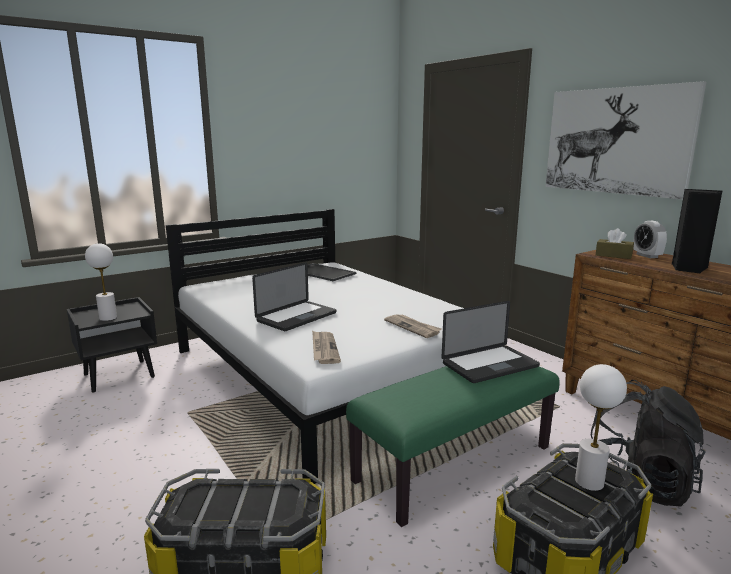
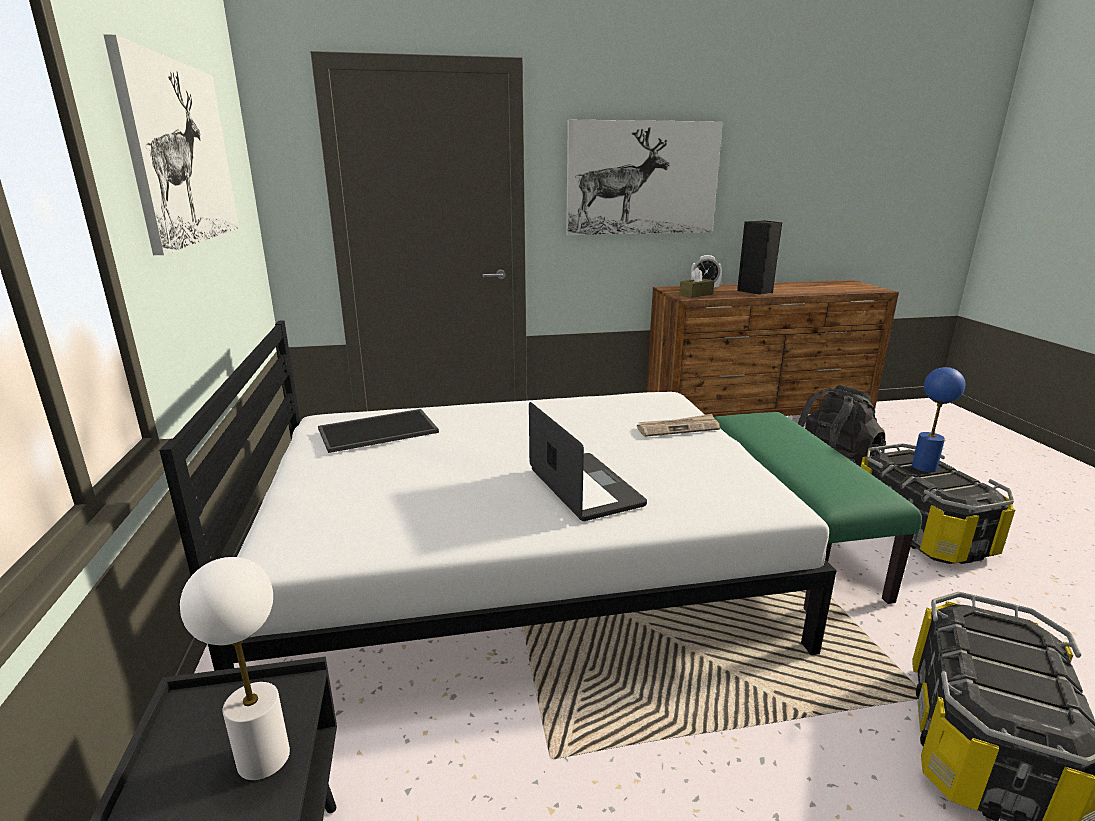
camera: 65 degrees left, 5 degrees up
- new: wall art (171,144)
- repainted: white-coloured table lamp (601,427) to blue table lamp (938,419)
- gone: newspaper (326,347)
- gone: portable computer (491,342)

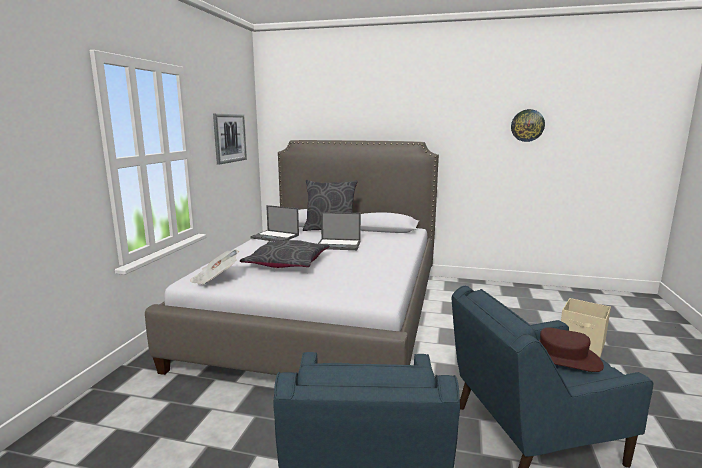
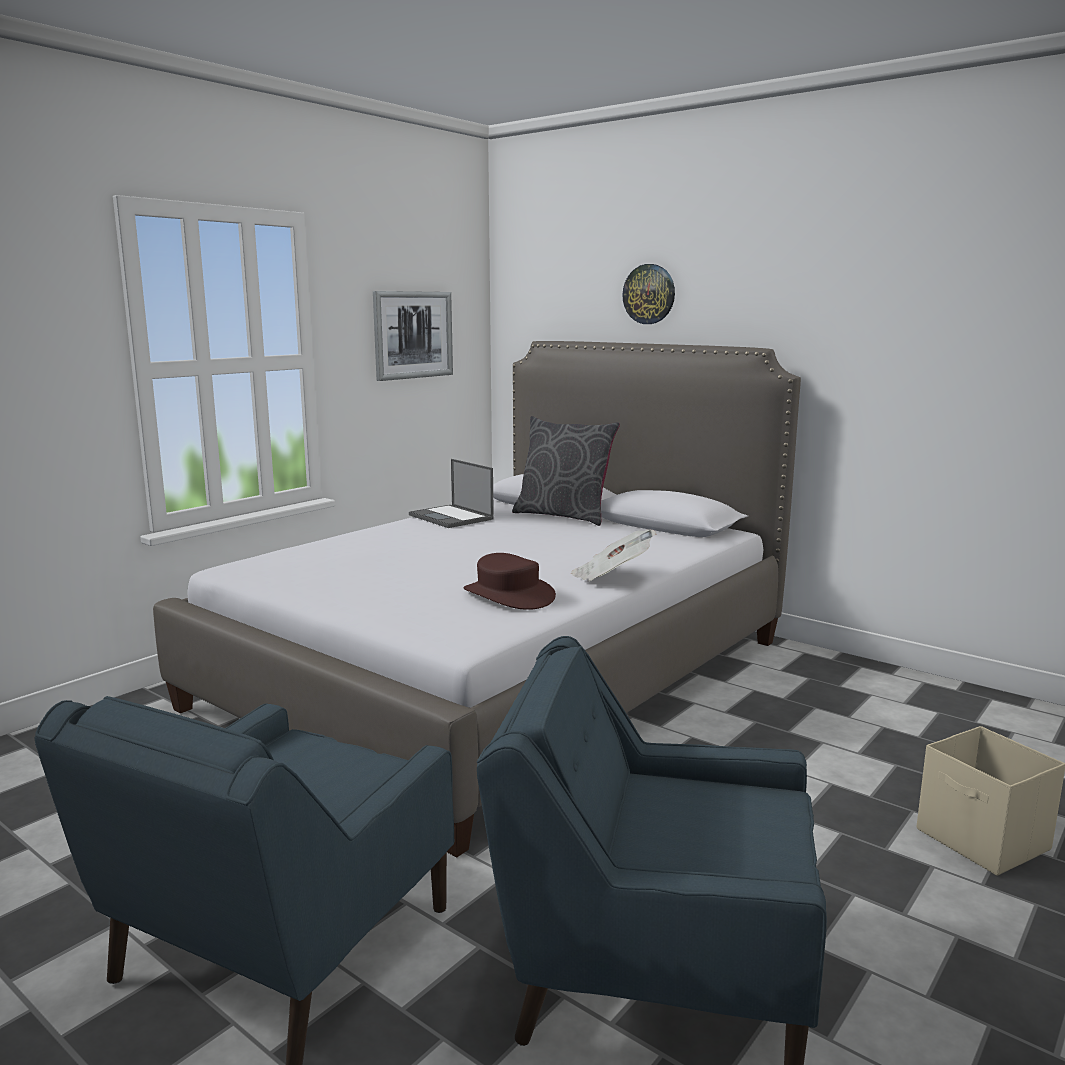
camera: 25 degrees right, 0 degrees up
- shifted: brown-coloured clothing hat (571,350) to (510,581)
- shifted: newspaper (214,267) to (613,555)
- shifted: clock on the wall (528,125) to (648,294)
- gone: grey cushion (284,254)
- gone: portable computer (339,231)

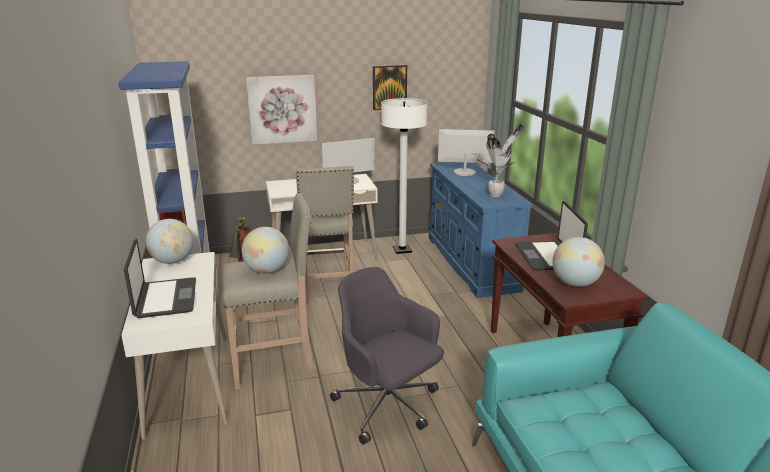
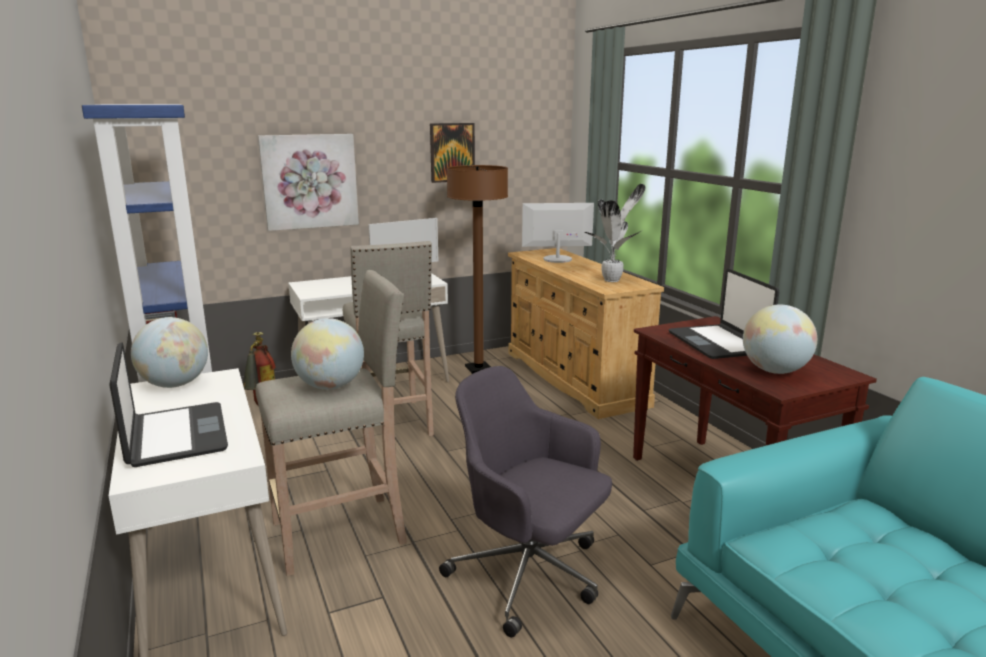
camera: 10 degrees left, 5 degrees down
- repainted: white-coloured floor lamp (404,176) to brown-coloured floor lamp (477,269)
- repainted: blue drawer chest (481,230) to beige drawer chest (586,333)

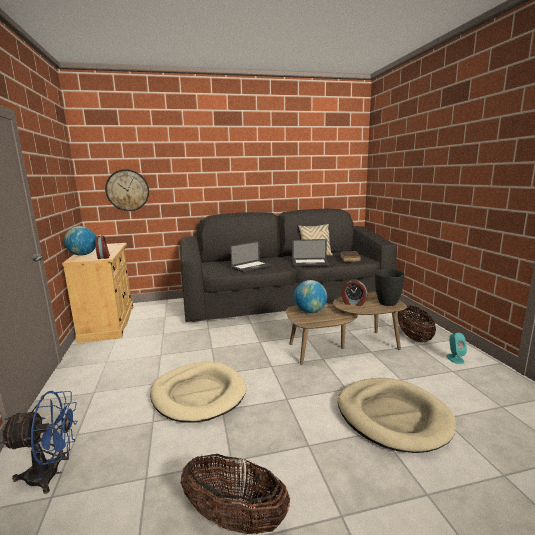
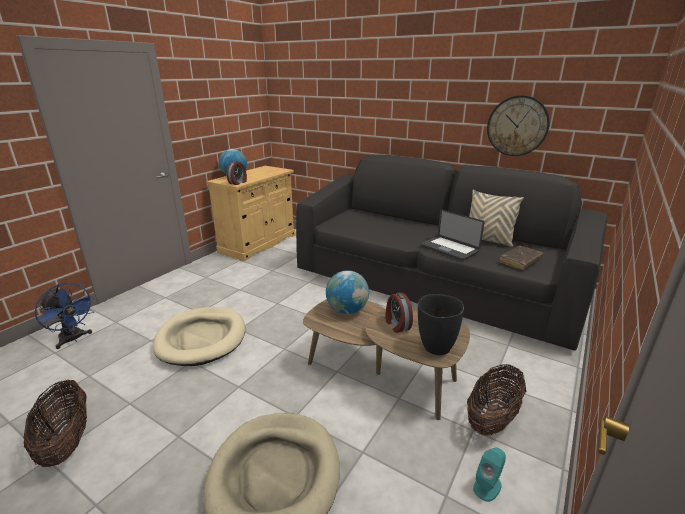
camera: 45 degrees right, 10 degrees up
- shifted: clock on the wall (127,190) to (518,125)
- gone: portable computer (251,257)

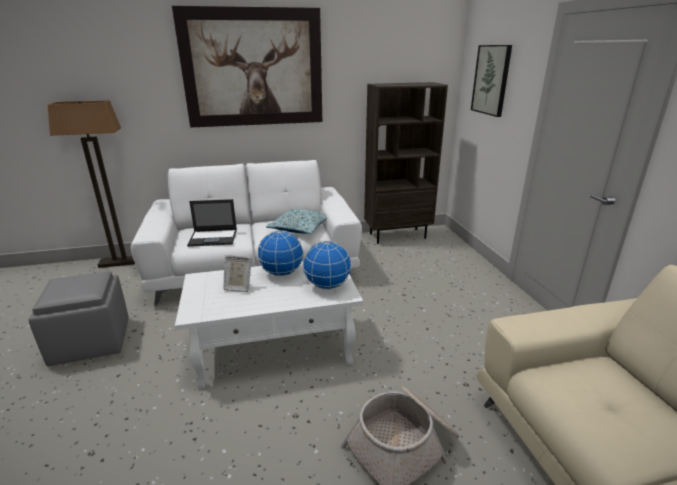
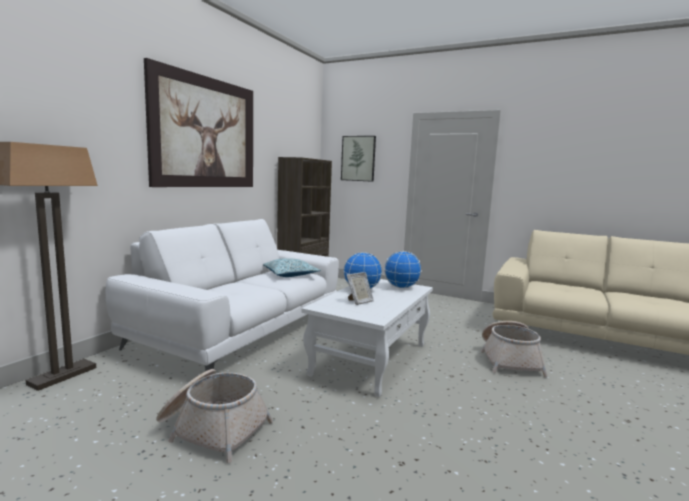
camera: 50 degrees left, 15 degrees down
- swapped: grey ottoman (78,319) to household basket (214,416)
- gone: portable computer (212,223)

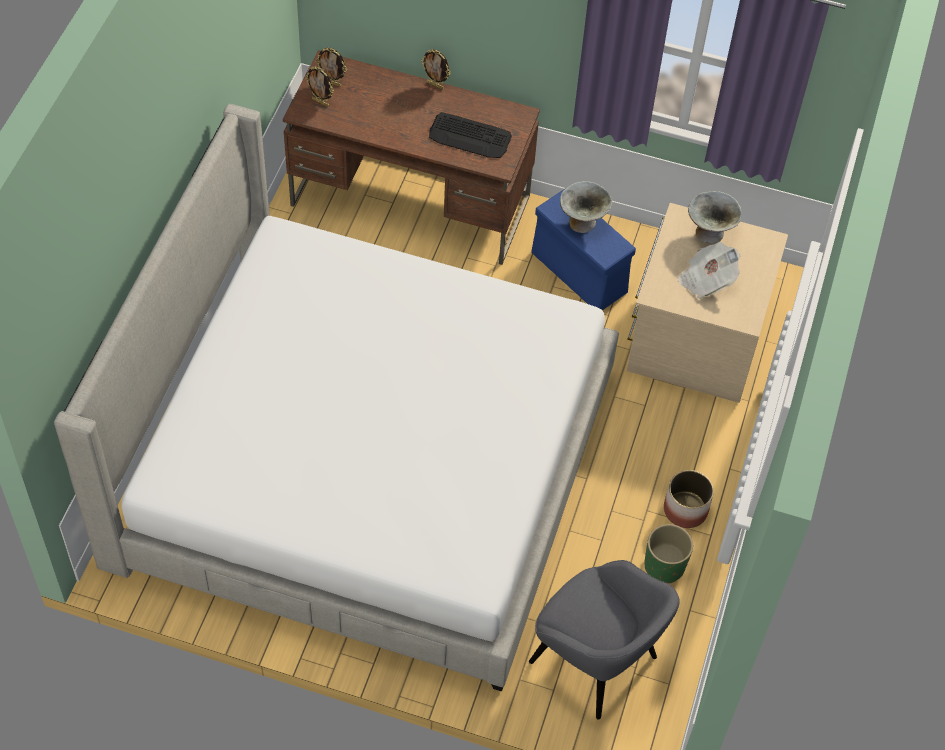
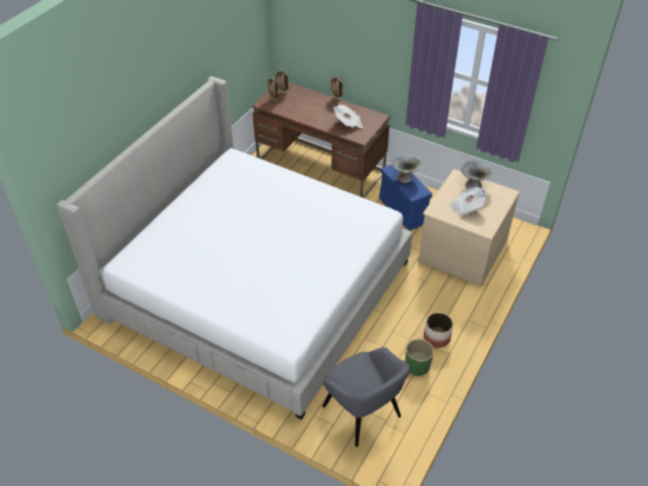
camera: 15 degrees right, 10 degrees down
- swapped: PC keyboard (470,135) to newspaper (348,116)

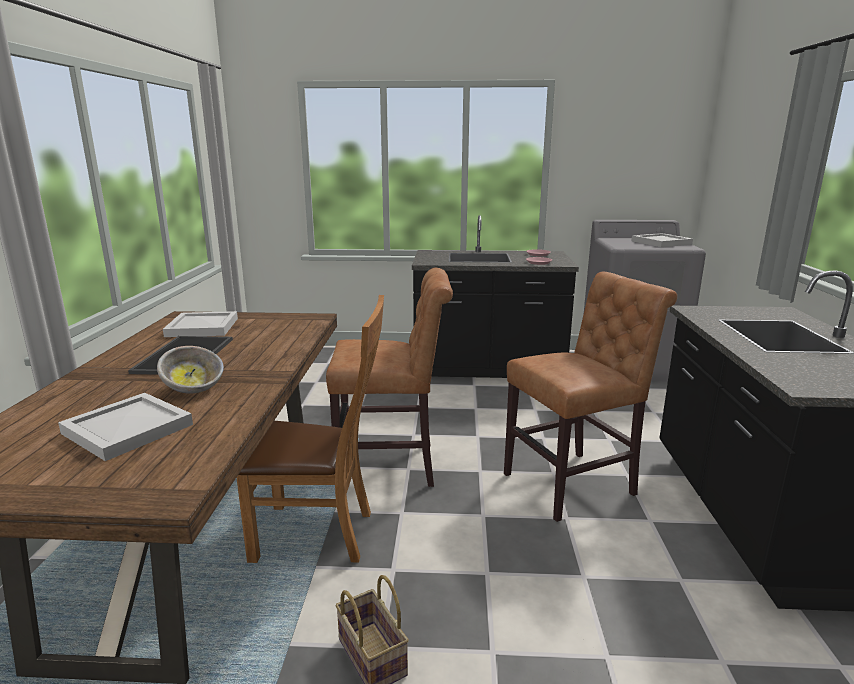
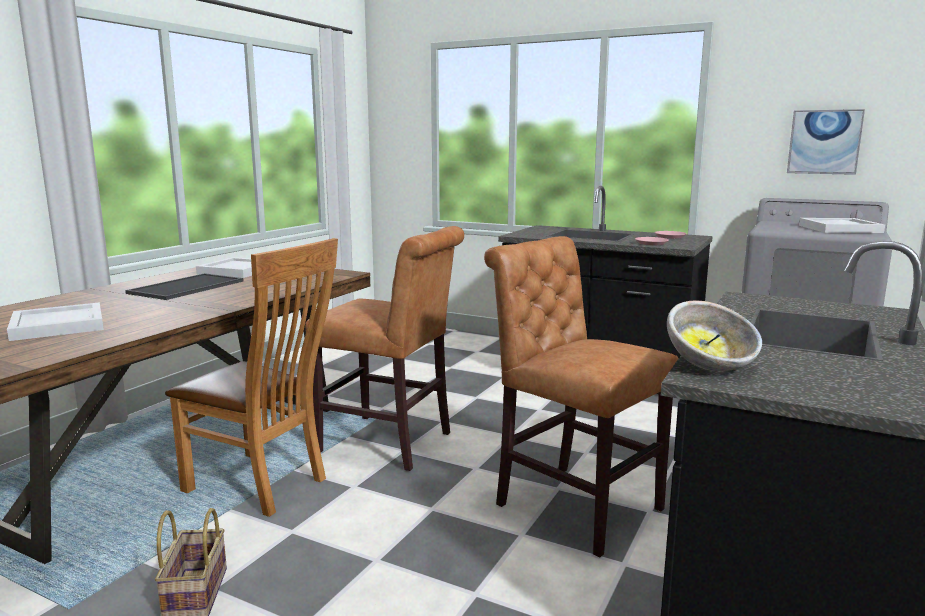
camera: 25 degrees right, 5 degrees down
- rotated: brown-coloured upright chair (590,397) = (581,396) 135 degrees counterclockwise
- shifted: serving bowl (190,370) to (714,336)
- new: wall art (826,142)

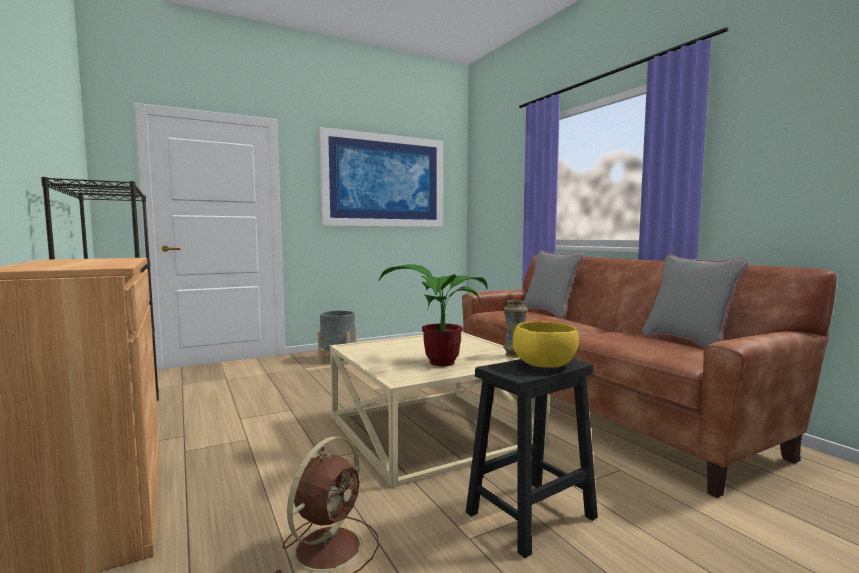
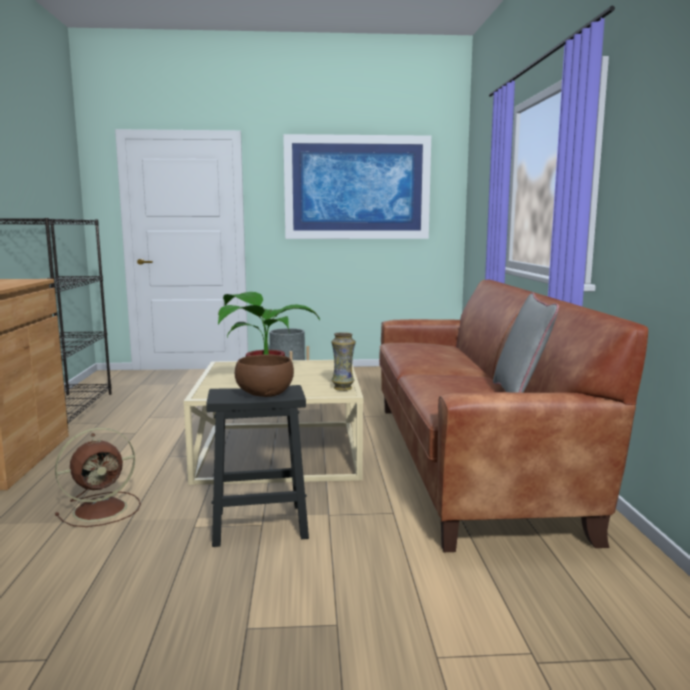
camera: 25 degrees right, 5 degrees up
- repainted: yellow-coloured serving bowl (545,344) to brown-coloured serving bowl (264,376)
- gone: grey cushion (554,284)

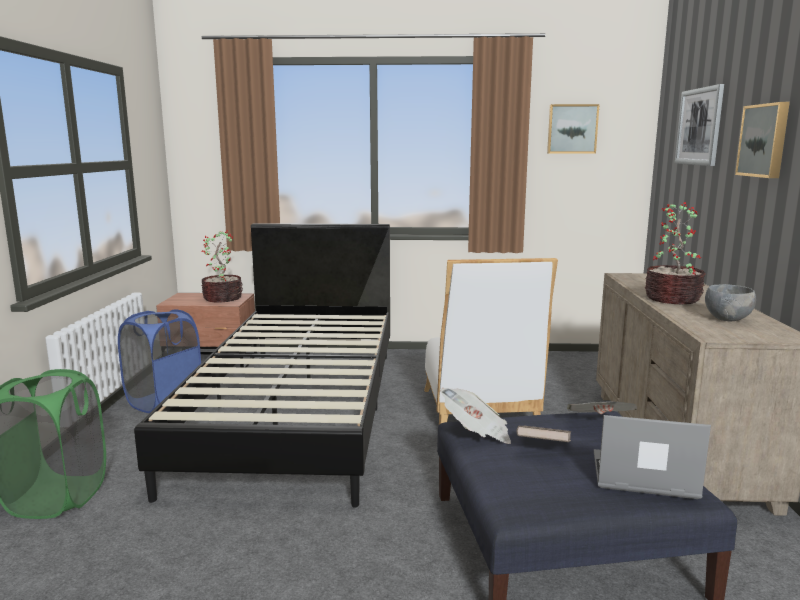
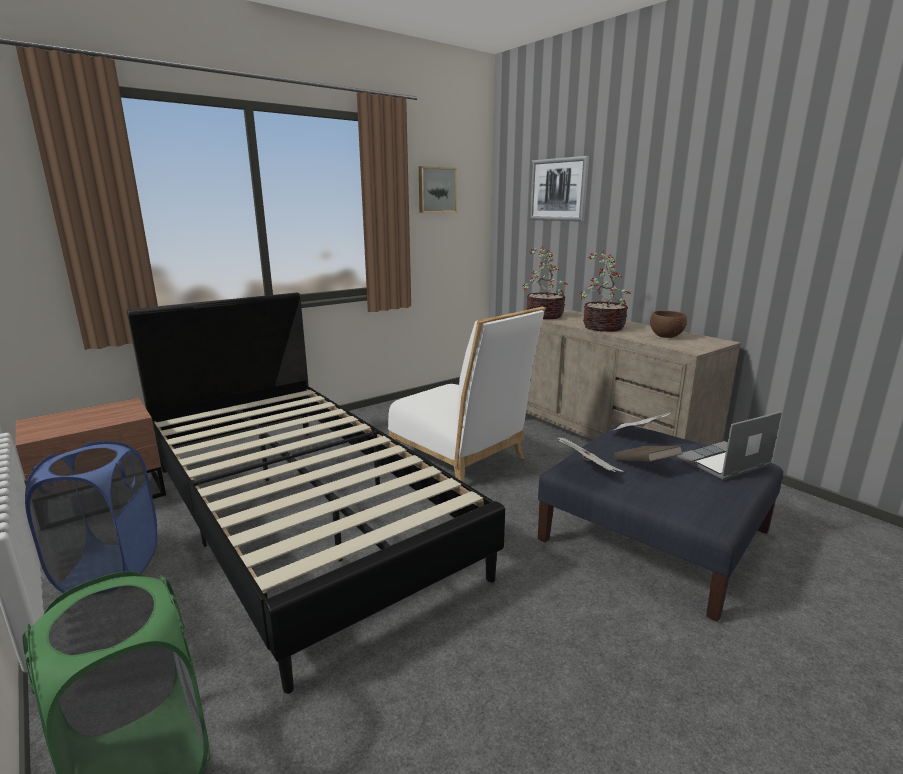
camera: 40 degrees left, 5 degrees up
- shifted: plant in a pot (222,266) to (544,282)
- repainted: grey serving bowl (730,302) to brown-coloured serving bowl (668,324)
- gone: wall art (762,140)

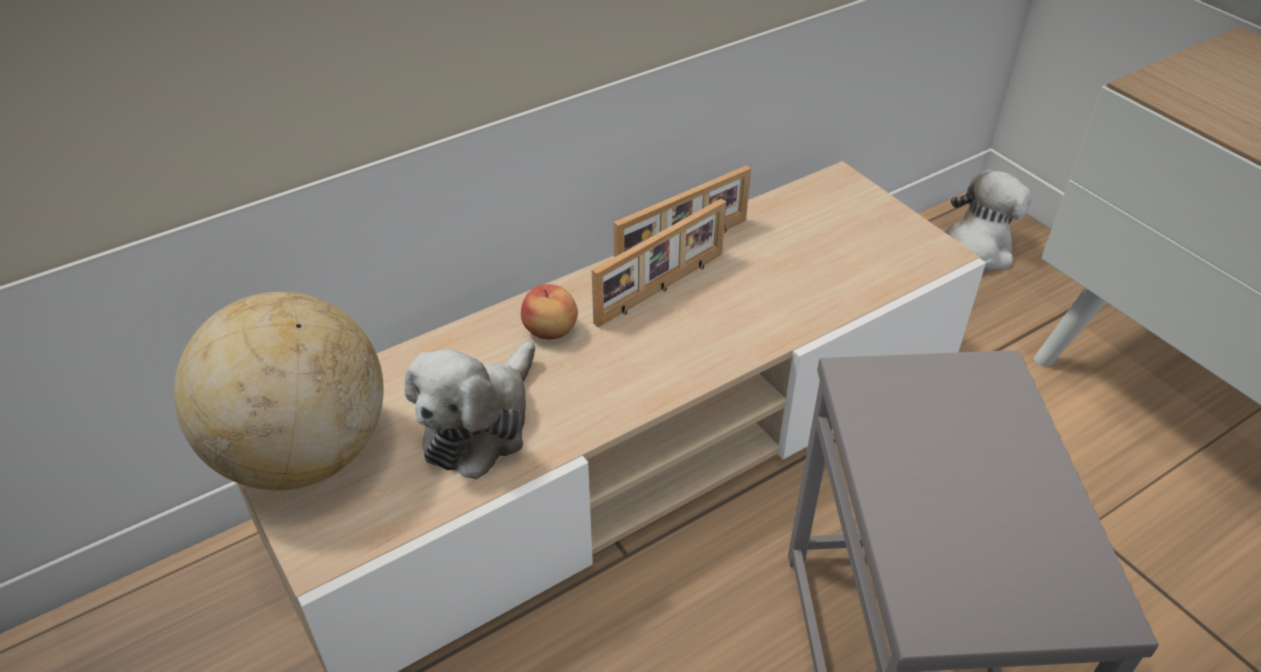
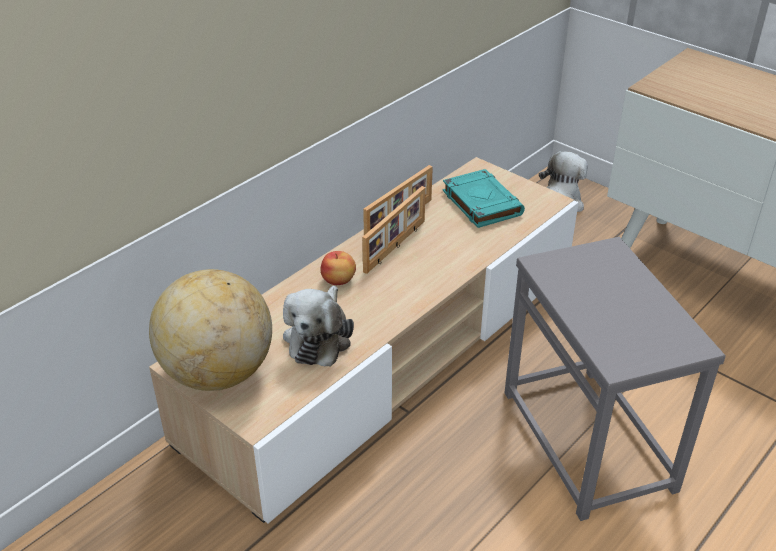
camera: 15 degrees left, 5 degrees down
- new: blue-green bound book (484,198)

